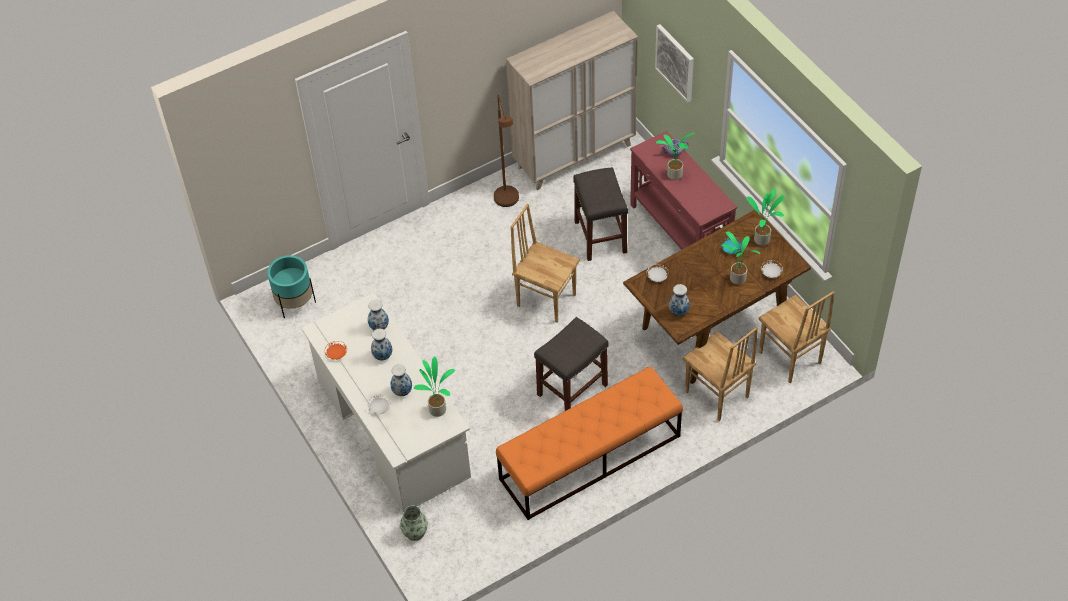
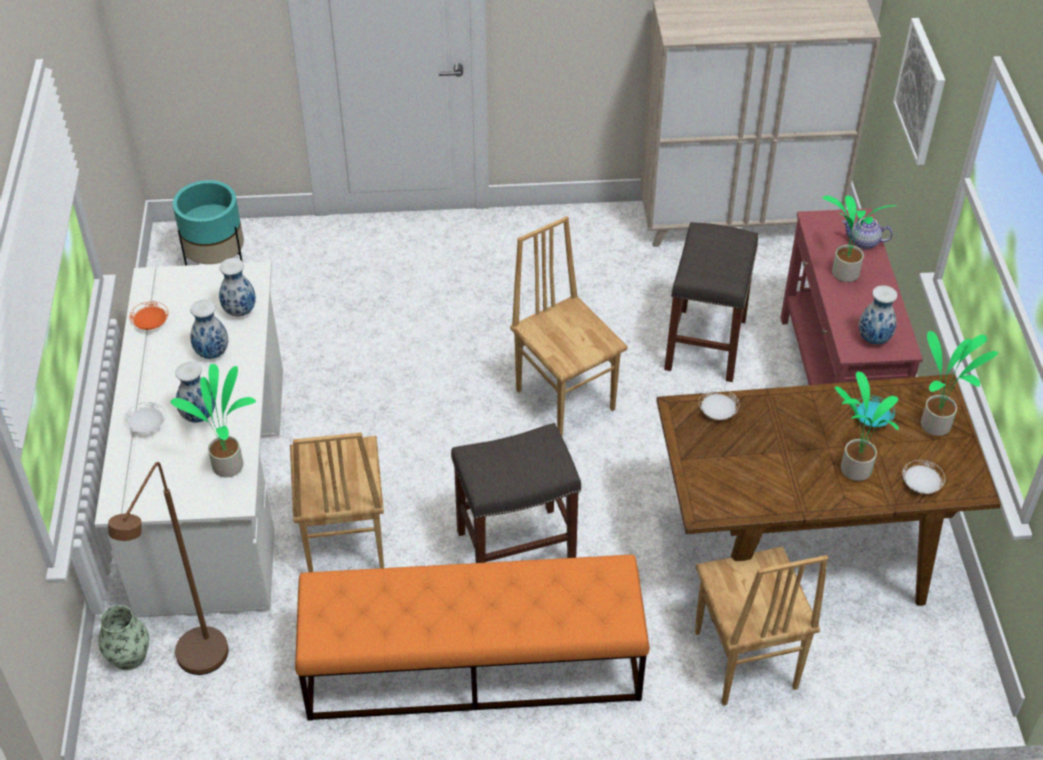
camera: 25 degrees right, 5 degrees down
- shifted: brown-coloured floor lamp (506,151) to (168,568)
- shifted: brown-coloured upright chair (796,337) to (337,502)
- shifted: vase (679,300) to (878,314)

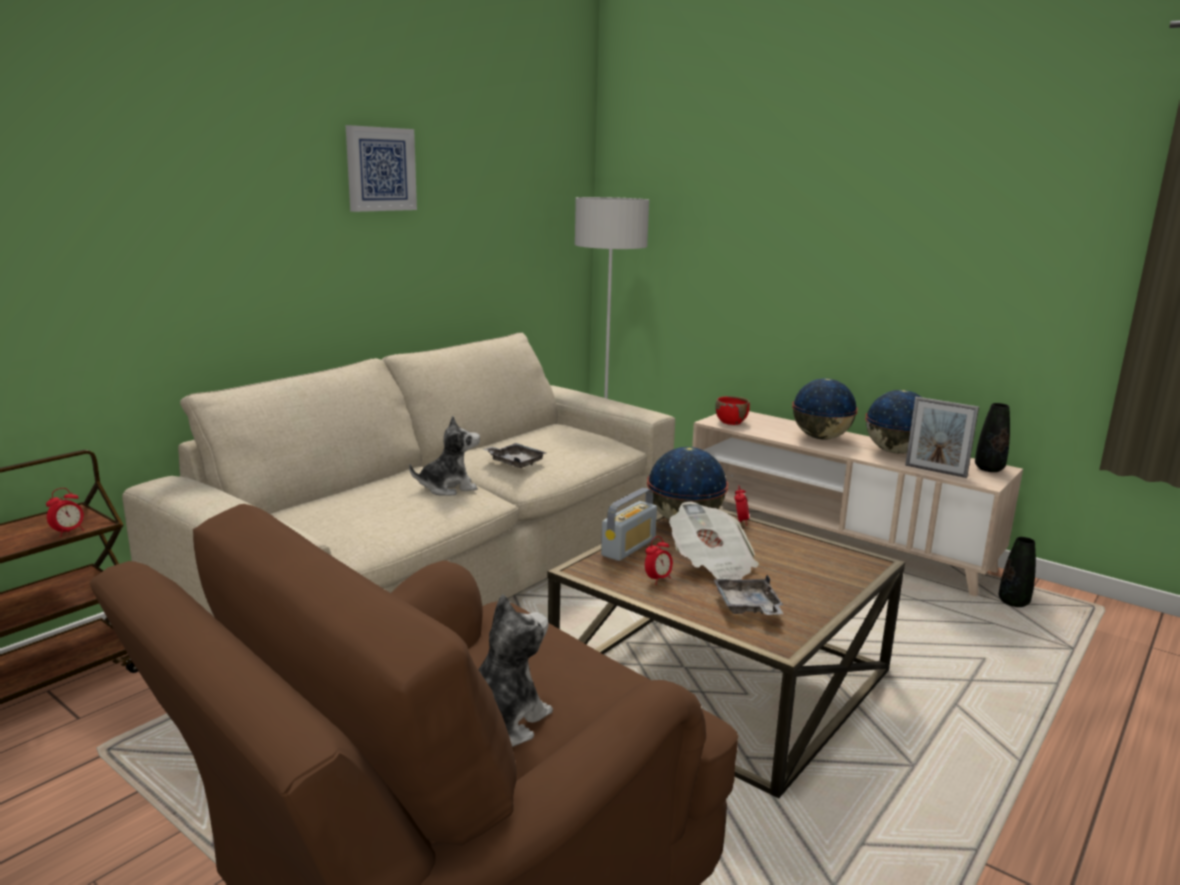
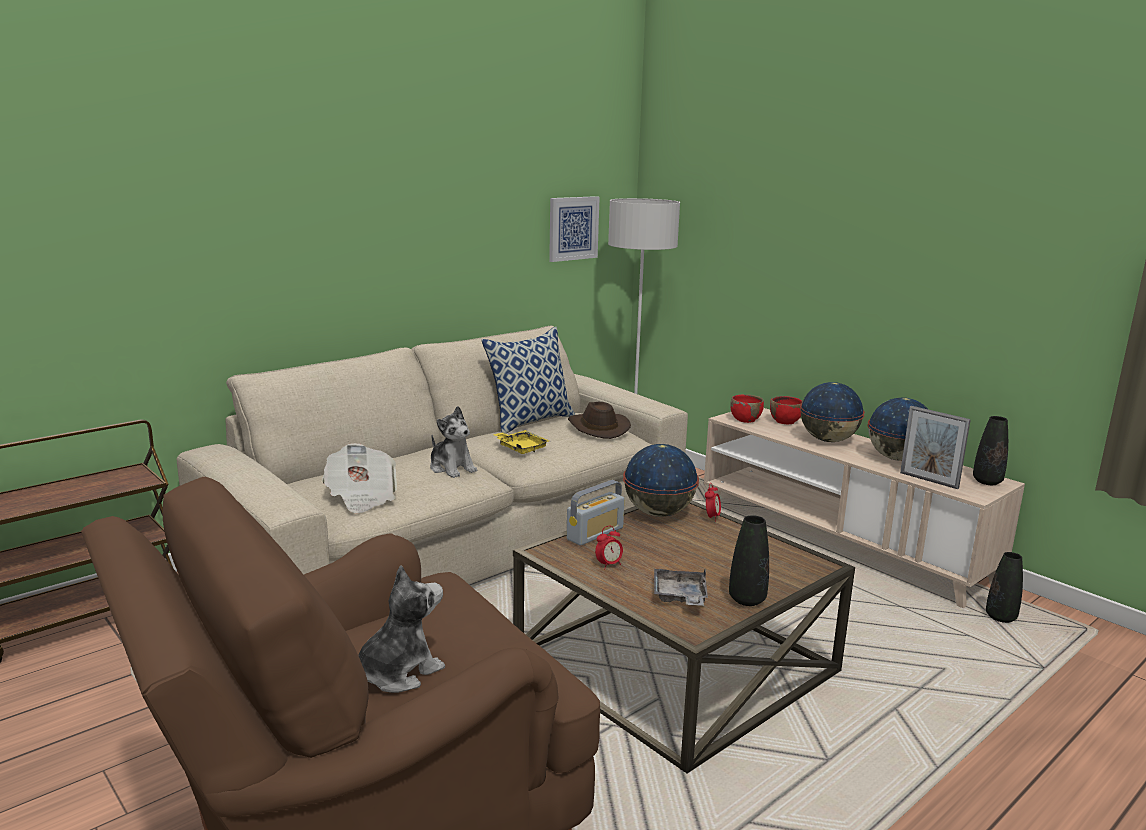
camera: 10 degrees right, 0 degrees up
- shifted: newspaper (714,541) to (359,478)
- rotated: cuddly toy (444,456) = (453,442) 60 degrees clockwise
- new: cushion (528,380)
- repainted: grey tray (514,455) to yellow-coloured tray (521,442)
- shifted: wall art (381,168) to (574,229)
- new: brown-coloured clothing hat (599,420)
- new: black vase (749,560)
- new: red serving bowl (786,410)
- gone: table clock (65,512)

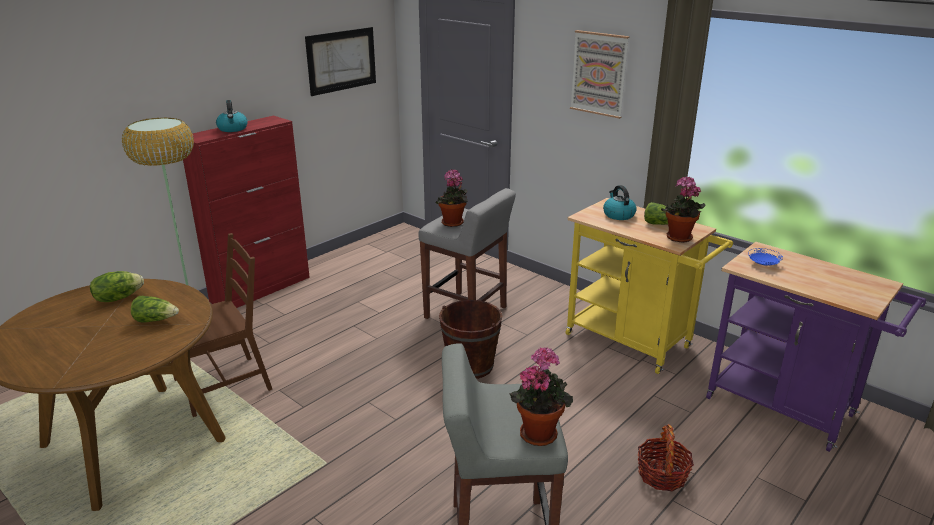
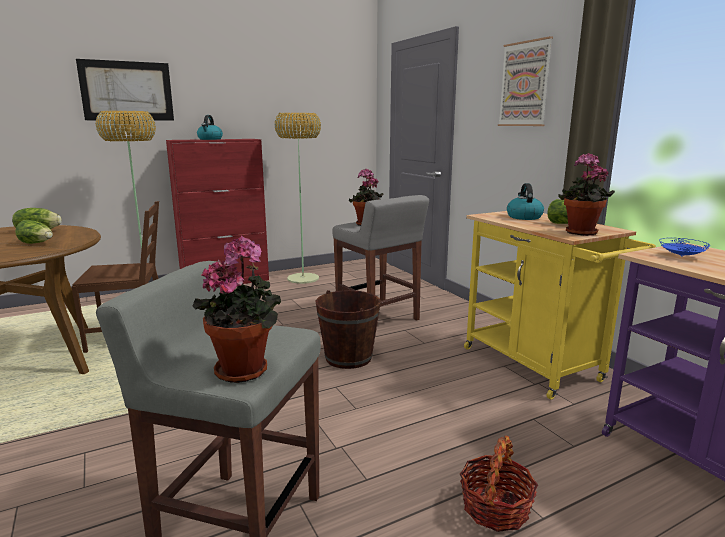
camera: 20 degrees right, 10 degrees down
- shifted: wall art (340,61) to (125,90)
- new: floor lamp (298,198)

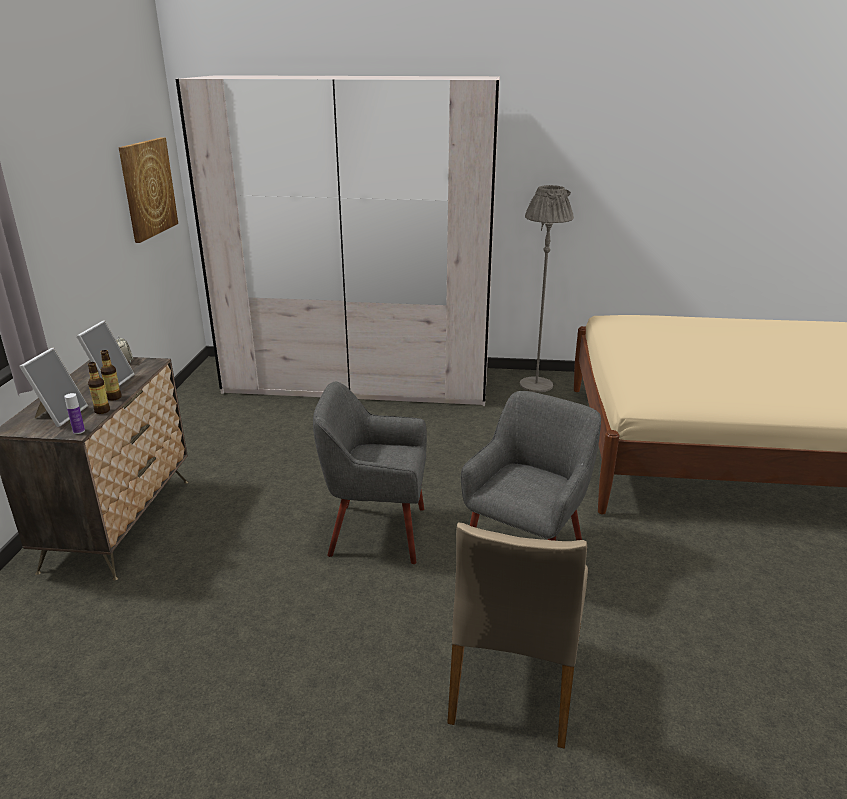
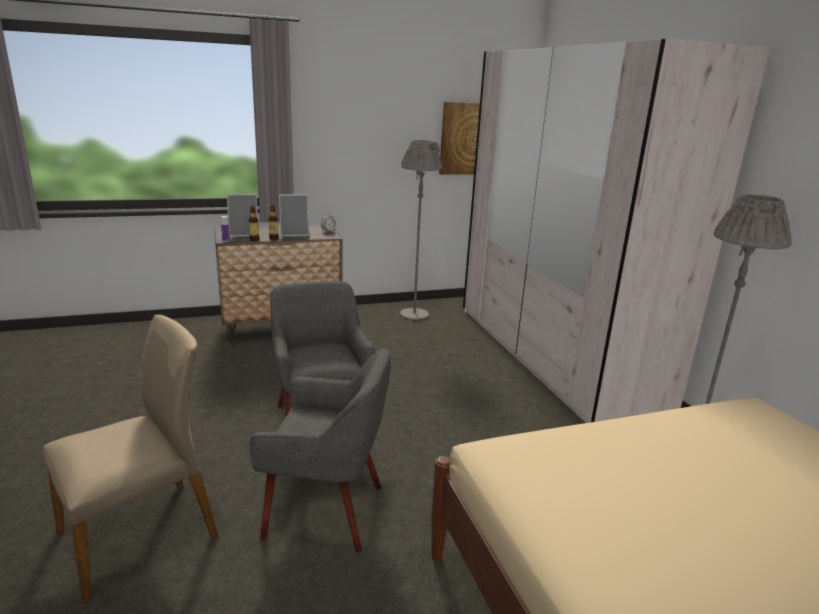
camera: 65 degrees right, 5 degrees down
- rotated: beige upright chair (517,635) = (130,459) 150 degrees clockwise
- new: grey floor lamp (421,230)

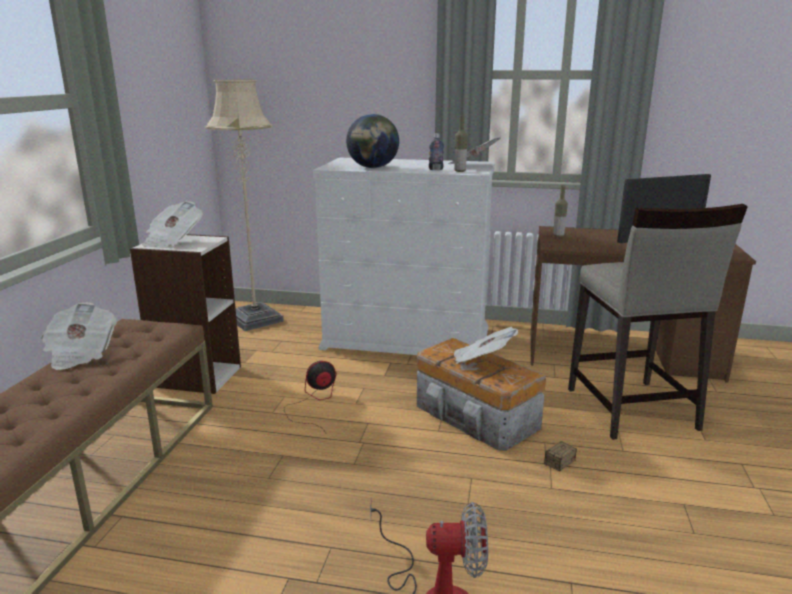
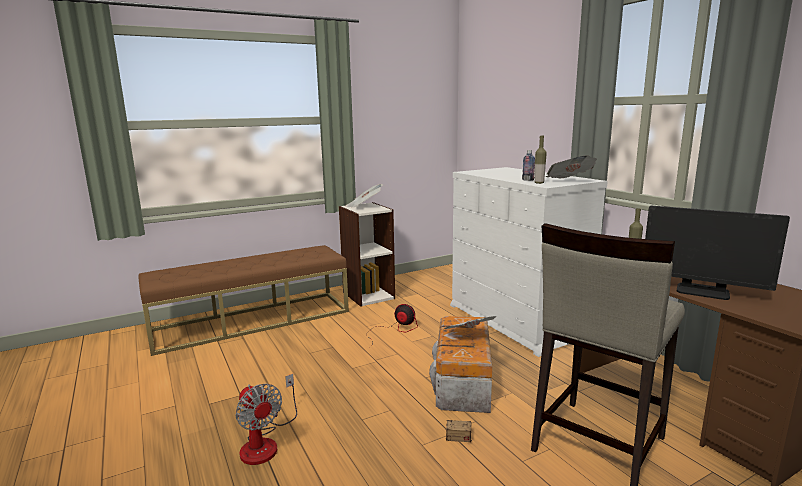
camera: 50 degrees right, 5 degrees down
- gone: newspaper (79,336)
- gone: beige floor lamp (244,205)
- gone: desk globe (372,141)

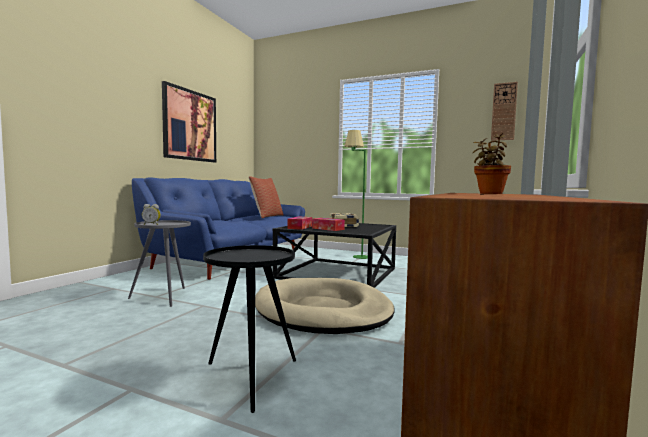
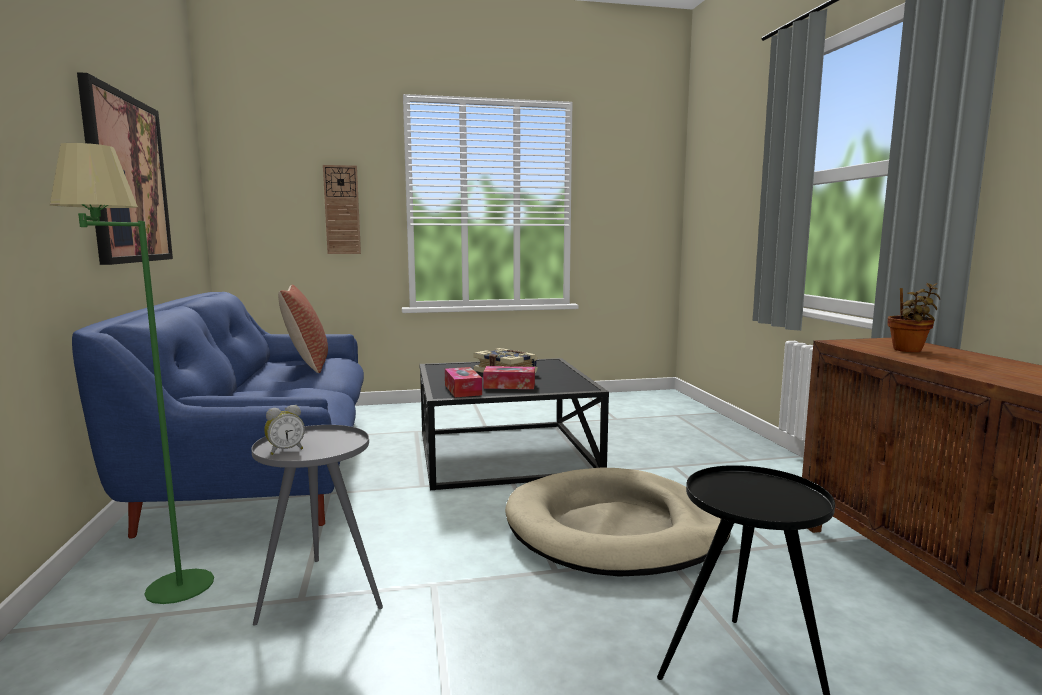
camera: 35 degrees left, 5 degrees up
- shifted: green floor lamp (356,194) to (132,373)
- shifted: clock on the wall (504,111) to (342,209)

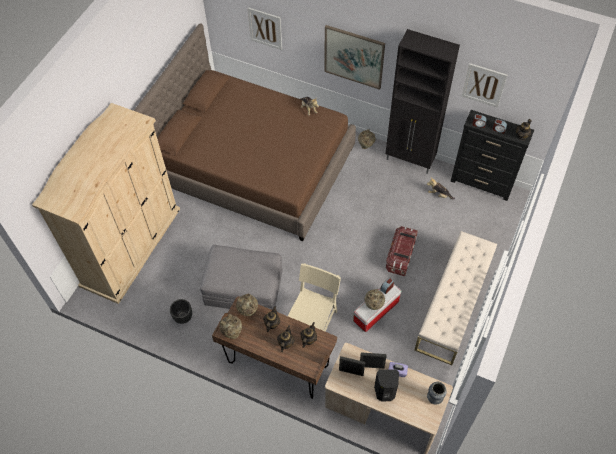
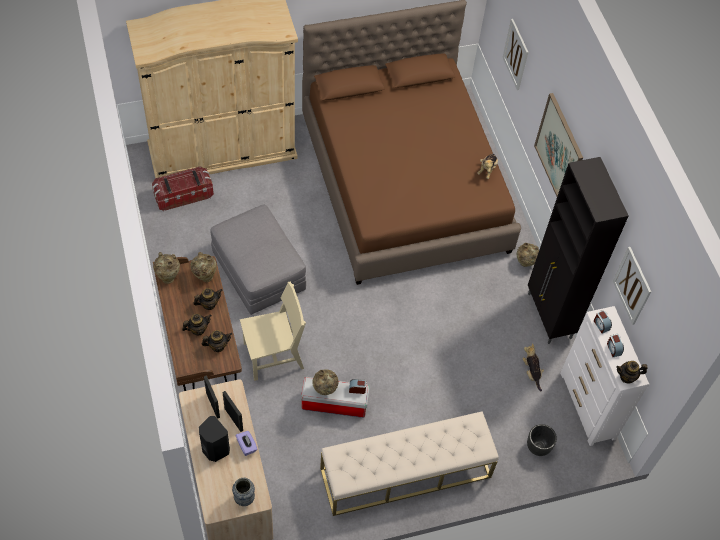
camera: 45 degrees right, 0 degrees up
- shifted: storage bin (402,251) to (183,189)
- shifted: black plant pot (181,311) to (542,440)
- repainted: black drawer chest (492,155) to white-coloured drawer chest (604,376)

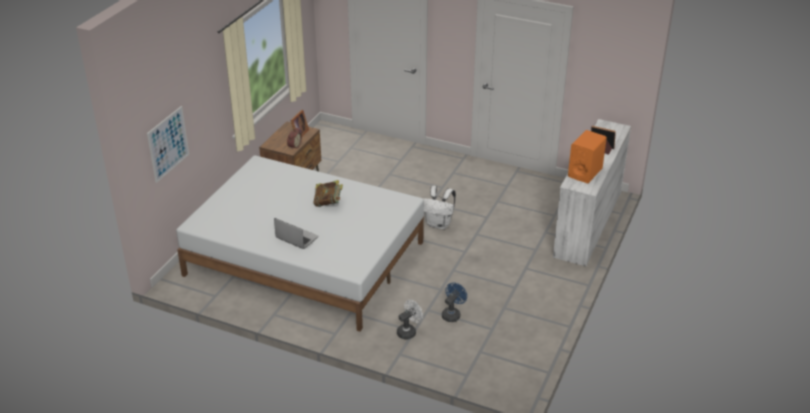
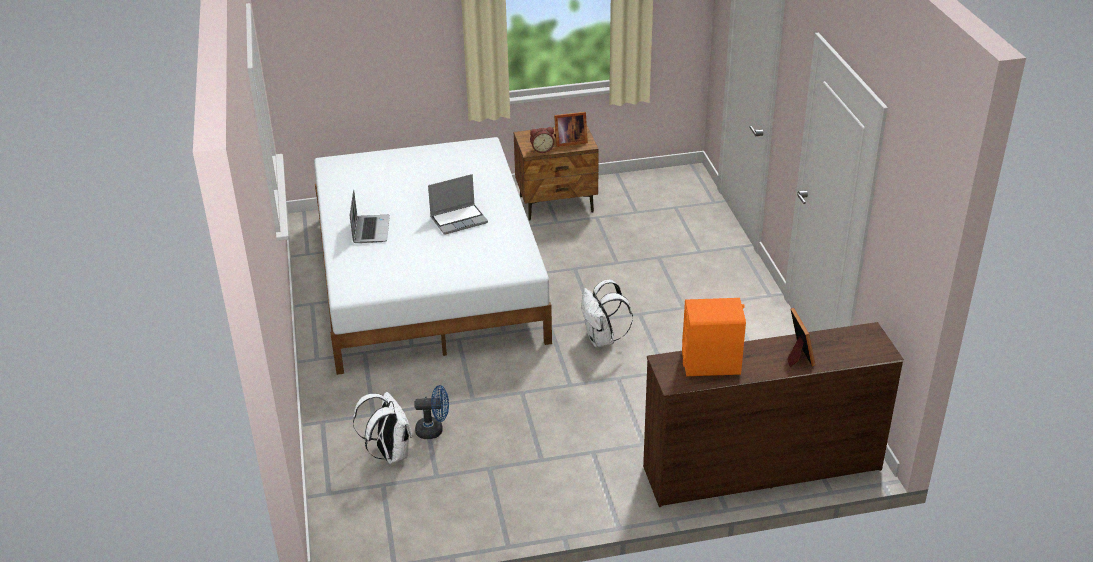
camera: 55 degrees right, 0 degrees up
- new: white-coloured rucksack (382,428)
- swapped: bound book (328,193) to portable computer (458,204)
- repainted: white-coloured drawer chest (592,193) to brown-coloured drawer chest (773,414)
- gone: wall art (168,144)
- gone: white-coloured fan (410,320)

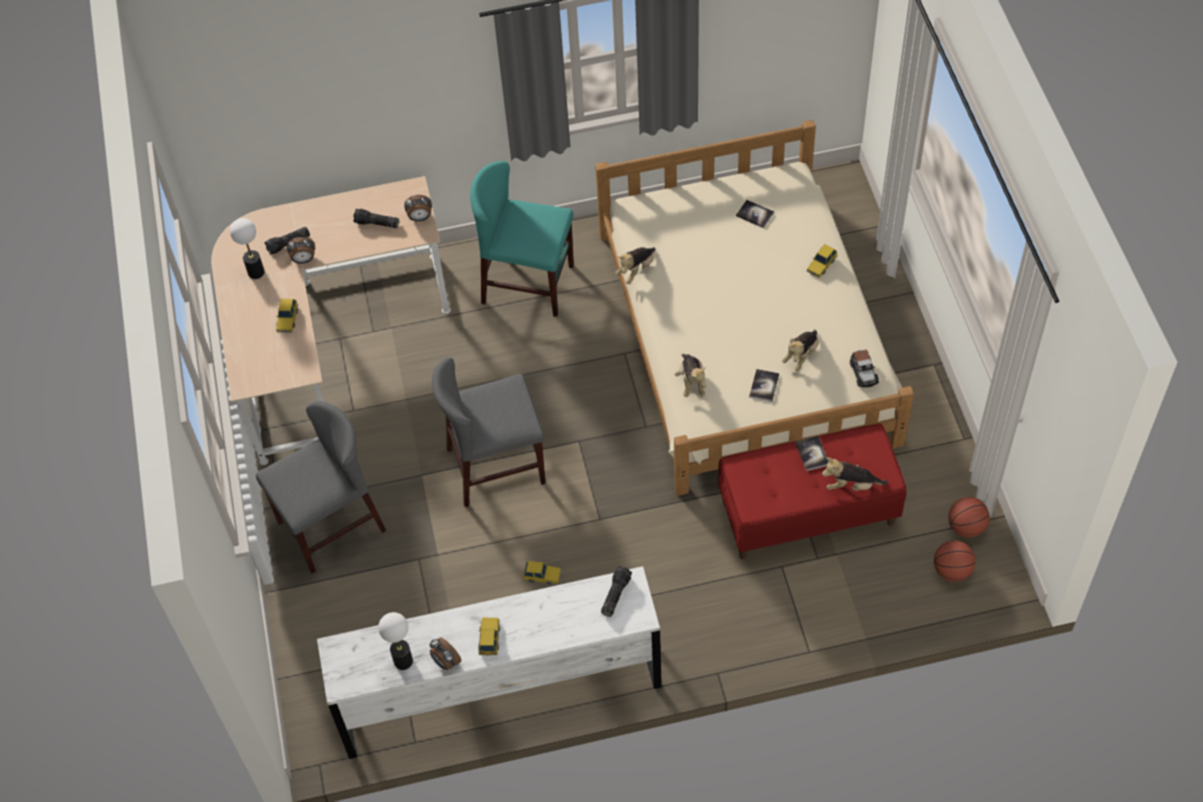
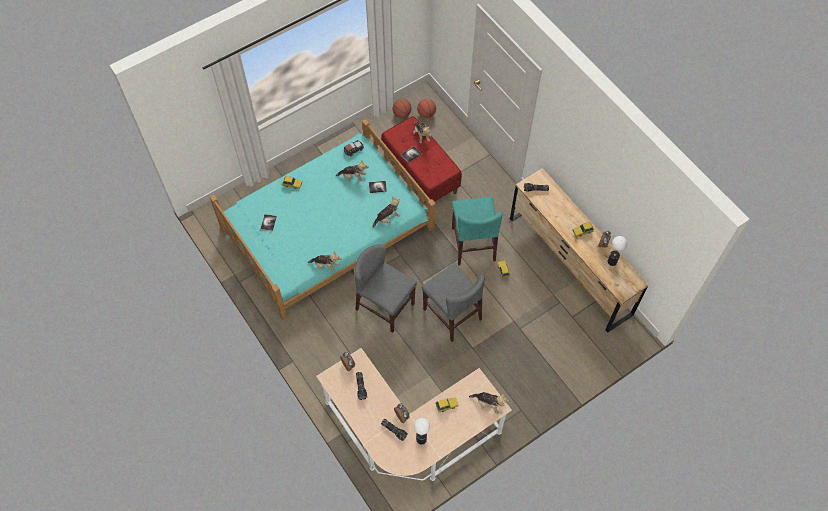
camera: 115 degrees left, 5 degrees up
- repainted: beige bed (754,308) to blue-green bed (323,219)
- shifted: grey upright chair (321,487) to (385,289)
- shifted: blue-green upright chair (522,239) to (477,231)
- new: cuddly toy (489,403)
- repainted: white-coloured drawer chest (489,662) to brown-coloured drawer chest (579,250)

